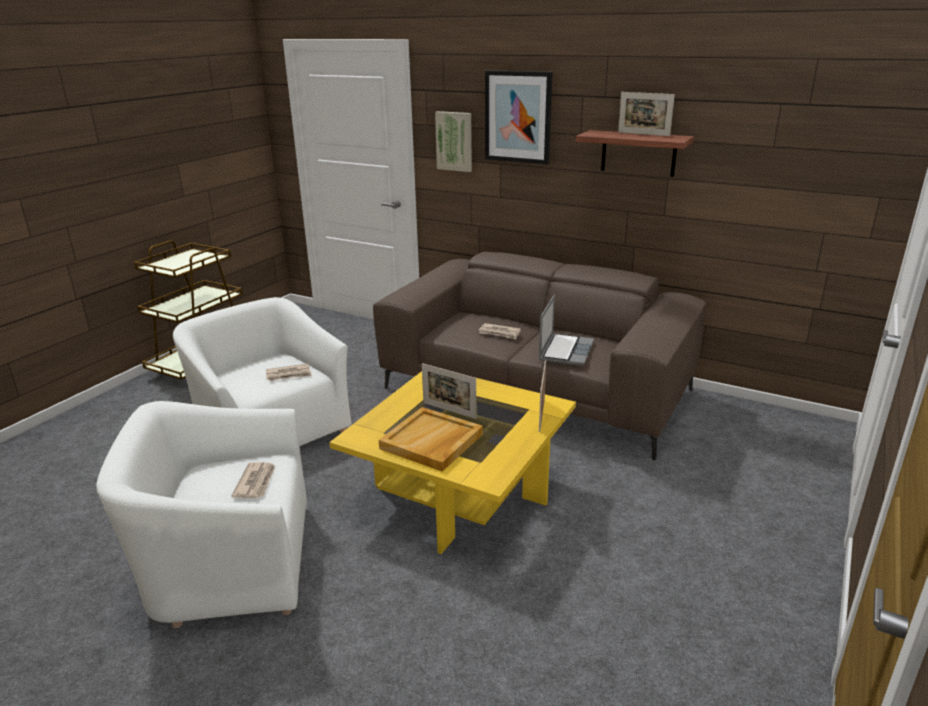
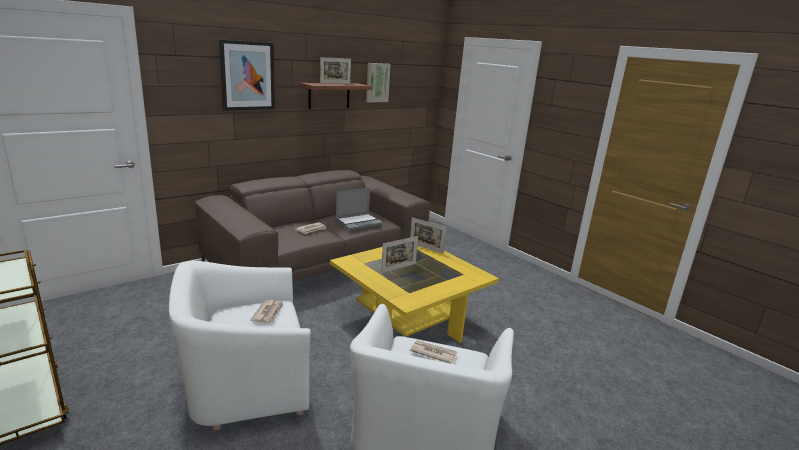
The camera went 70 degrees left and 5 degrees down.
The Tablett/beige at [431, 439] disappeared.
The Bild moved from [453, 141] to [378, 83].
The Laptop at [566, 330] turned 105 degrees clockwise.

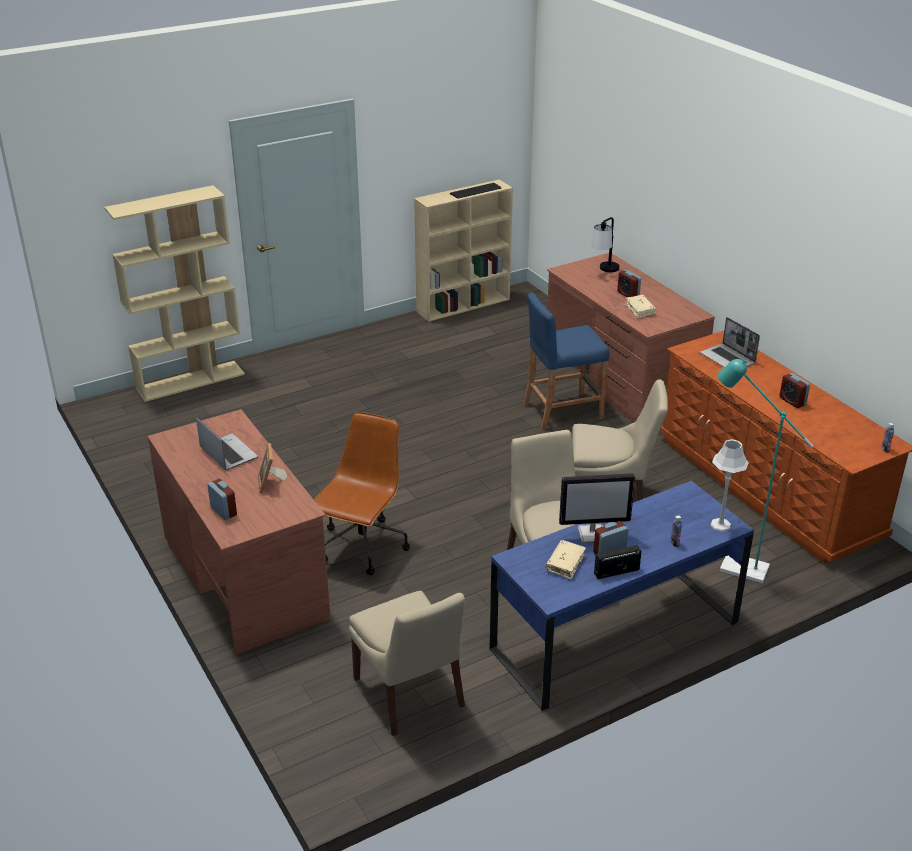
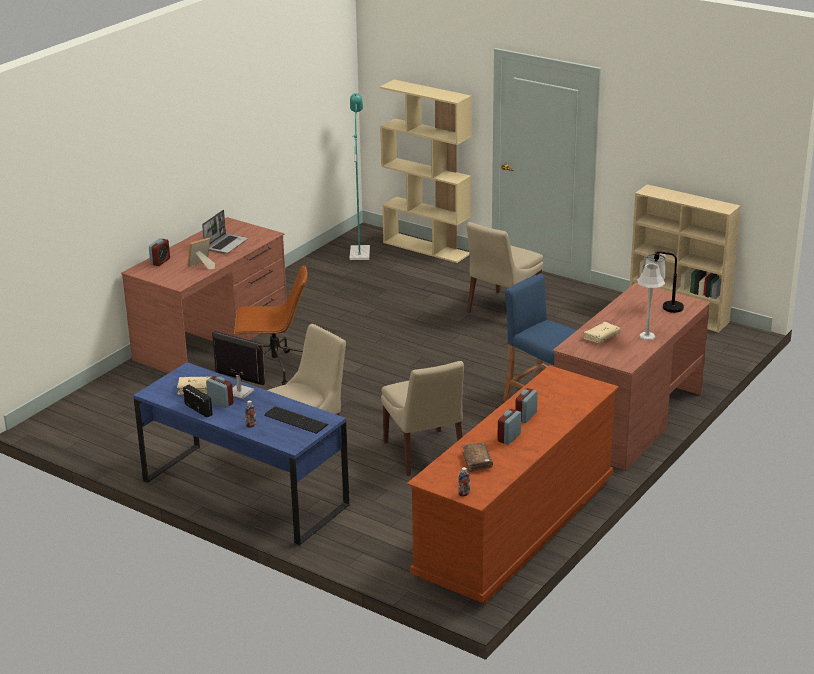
The camera went 65 degrees right and 5 degrees down.
The Laptop at [730, 342] disappeared.
The Buch/braun at [477, 457] appeared.
The Stuhl/beige moved from [407, 663] to [504, 267].
The Tastatur moved from [475, 191] to [296, 420].
The Wecker moved from [629, 283] to [526, 405].
The Tischlampe/grau moved from [729, 485] to [651, 301].
The Stehlampe/türkis moved from [765, 471] to [360, 176].
The Monitor at [597, 508] turned 150 degrees clockwise.

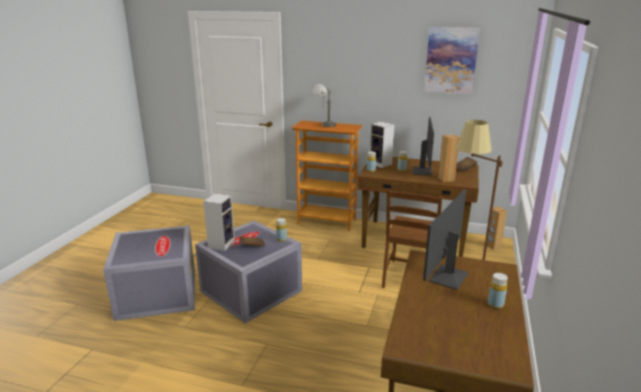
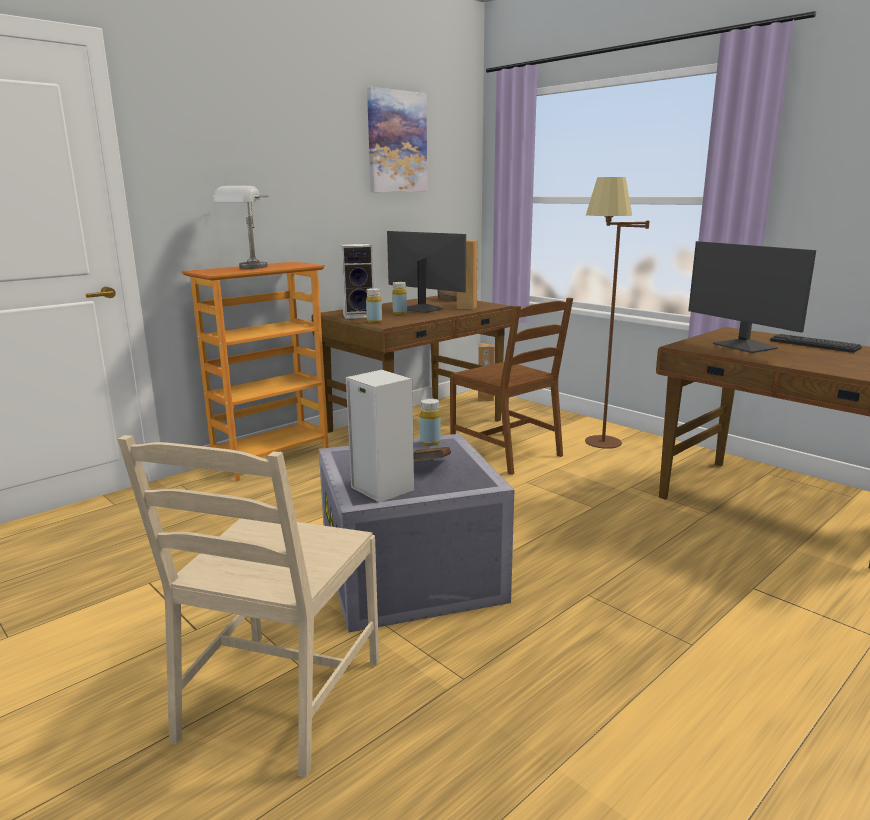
The camera went 60 degrees left and 5 degrees down.
The Aufbewahrungsbox/grau at [149, 273] was replaced by the Stuhl/beige at [248, 606].
The Flasche/gelb at [498, 291] was replaced by the Tastatur at [816, 343].

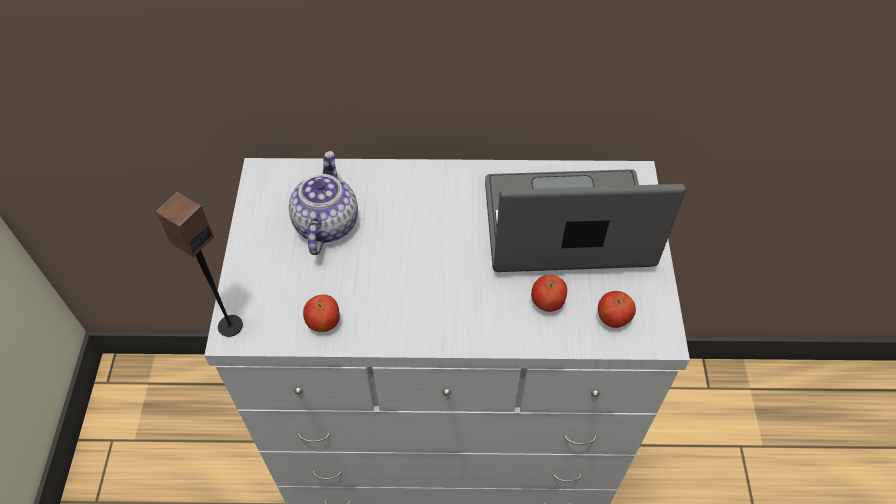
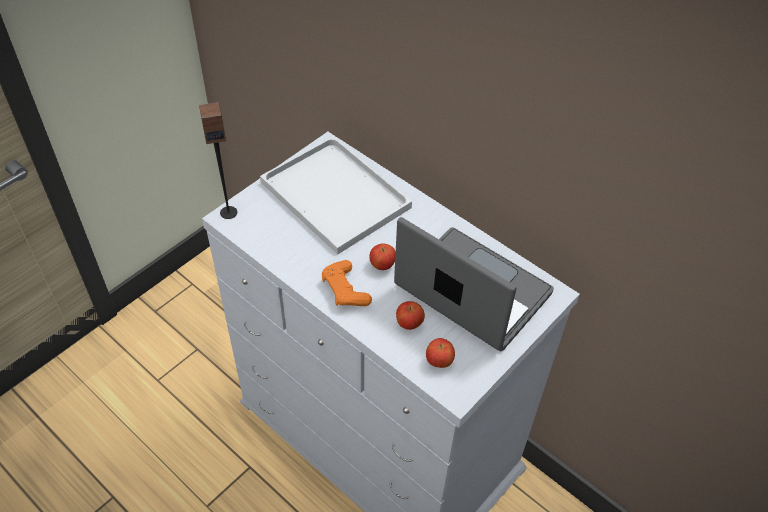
The camera went 40 degrees right and 5 degrees down.
The Gamepad/orange at [347, 283] appeared.
The Apfel moved from [321, 313] to [382, 256].
The Teekanne at [323, 203] was replaced by the Tablett/weiß at [336, 195].

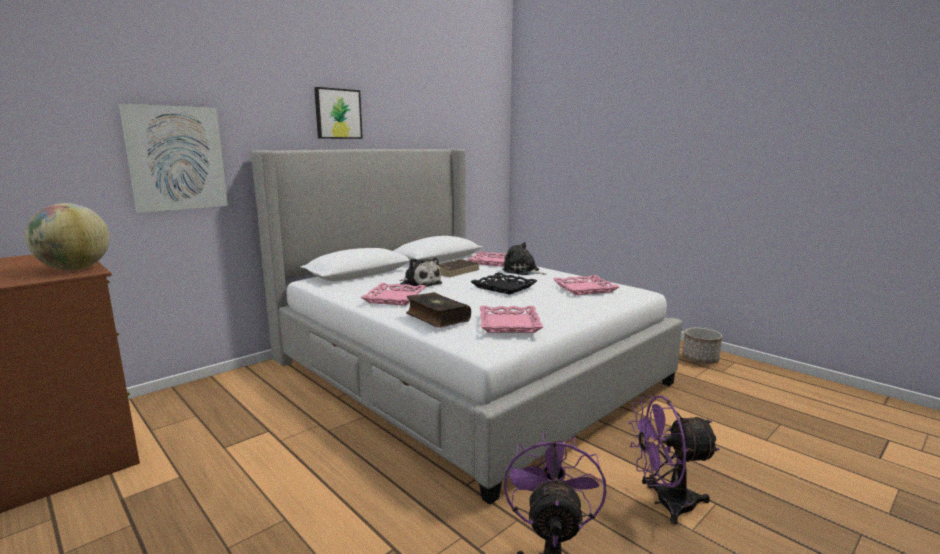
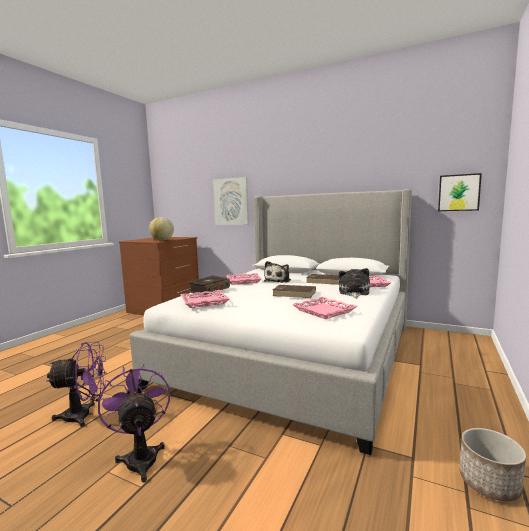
The camera went 70 degrees right and 5 degrees down.
The Bild moved from [338, 113] to [460, 192].
The Tablett/schwarz at [504, 283] was replaced by the Buch/braun at [294, 291].

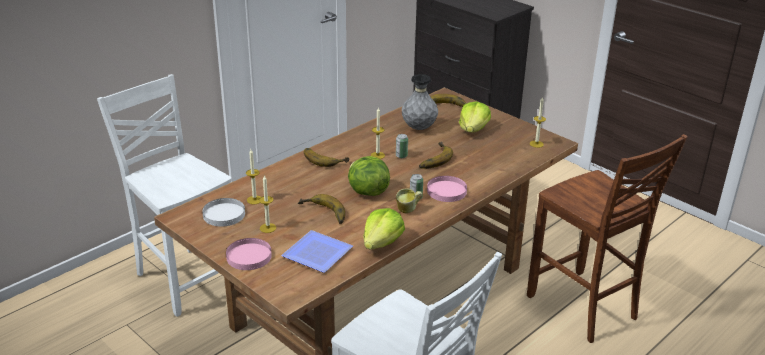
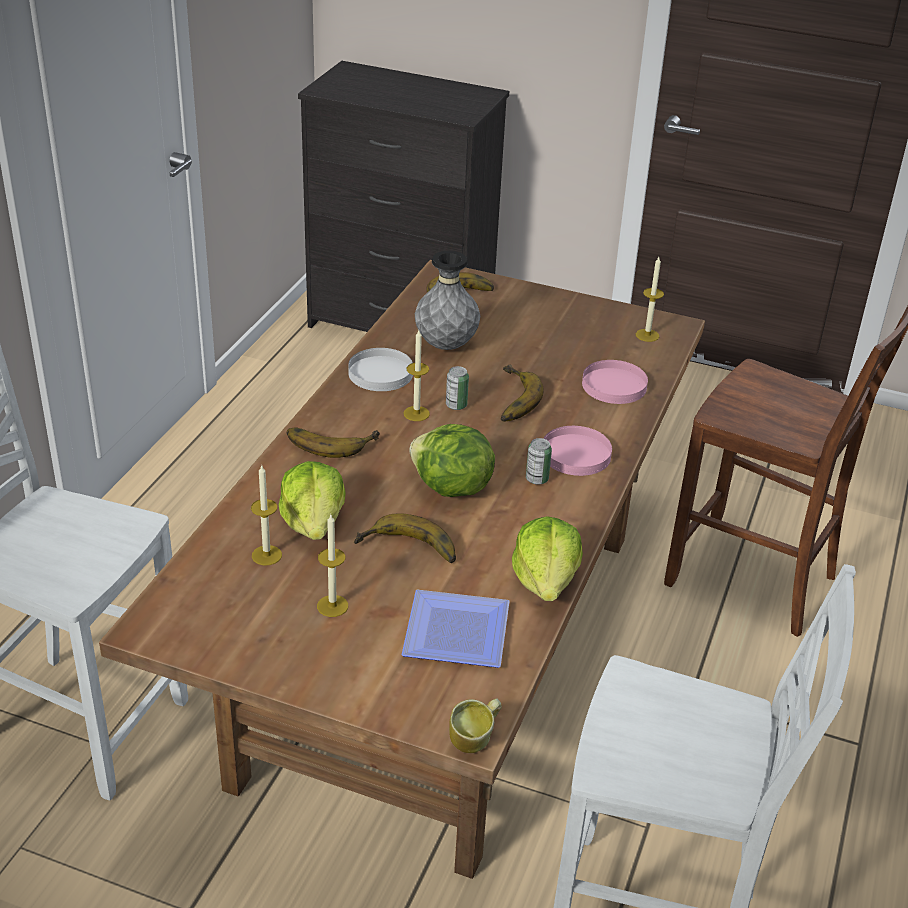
The camera went 25 degrees left and 5 degrees up.
The Teller/weiß moved from [223, 212] to [380, 369].
The Teller/rosa moved from [249, 254] to [615, 382].
The Henkelbecher moved from [409, 200] to [475, 725].
The Salatkopf moved from [475, 117] to [312, 500].

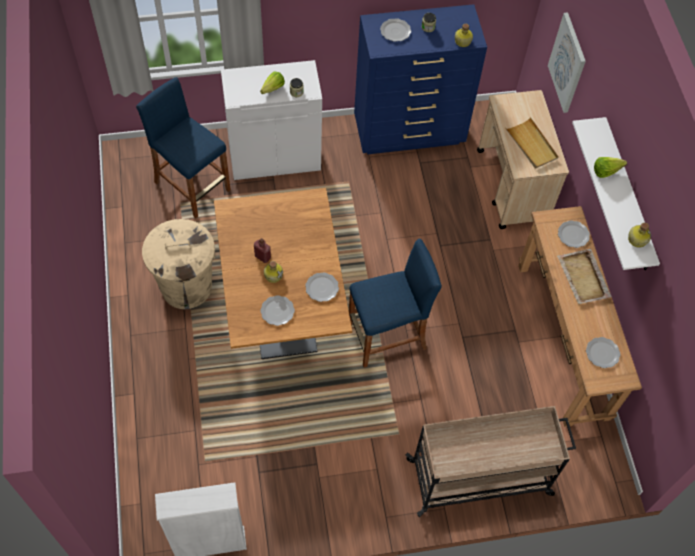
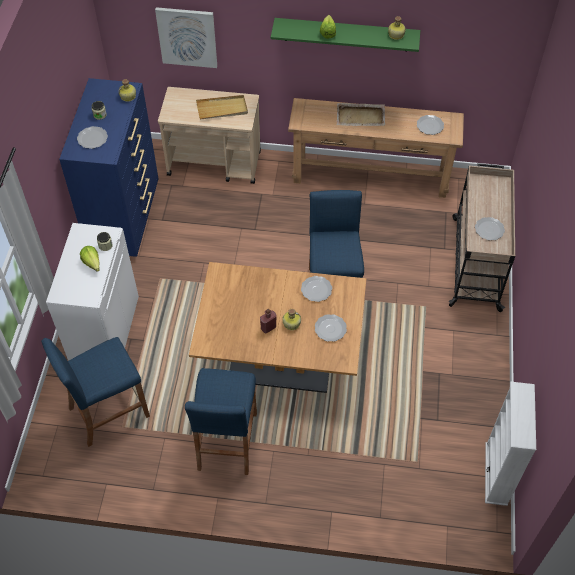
The camera went 70 degrees left and 5 degrees down.
The Teller moved from [574, 234] to [490, 228].
The Mülleimer/beige at [178, 264] was replaced by the Hocker/blau at [221, 421].
The Wandregal/weiß at [616, 193] became the Wandregal/grün at [345, 35].

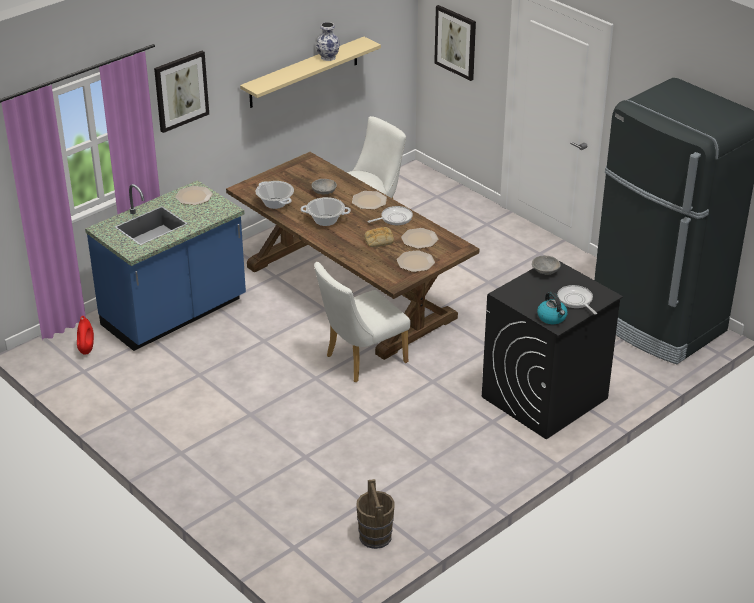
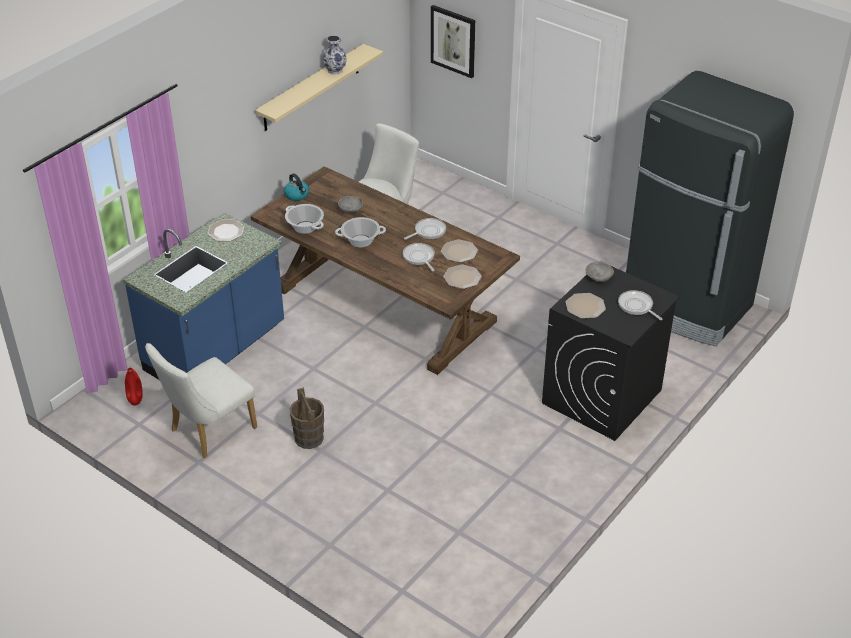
The camera went 10 degrees left and 5 degrees up.
The Bild at [181, 92] disappeared.
The Stuhl/weiß moved from [362, 322] to [201, 400].
The Teller moved from [369, 200] to [586, 305].
The Eimer/braun moved from [375, 514] to [307, 418].
The Wasserkessel moved from [552, 308] to [296, 187].
The Brot at [379, 237] was replaced by the Pfanne at [419, 257].

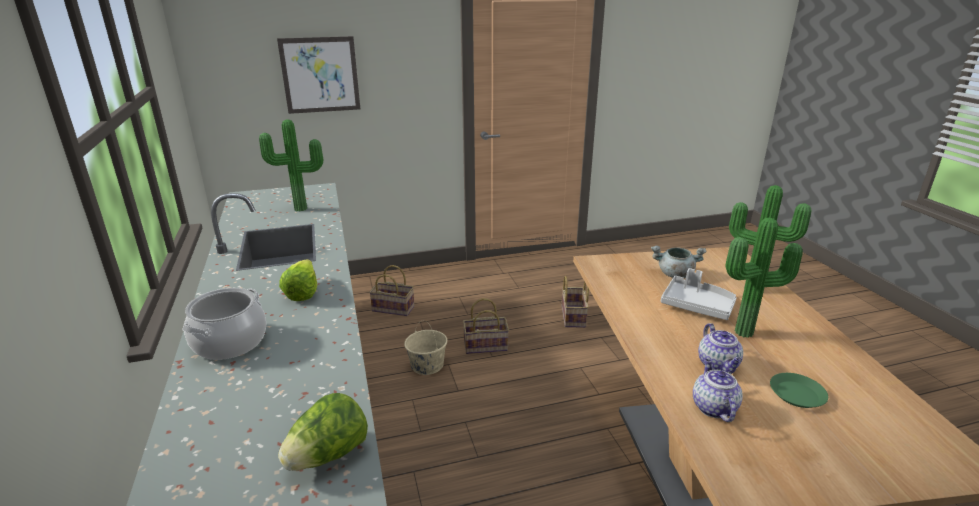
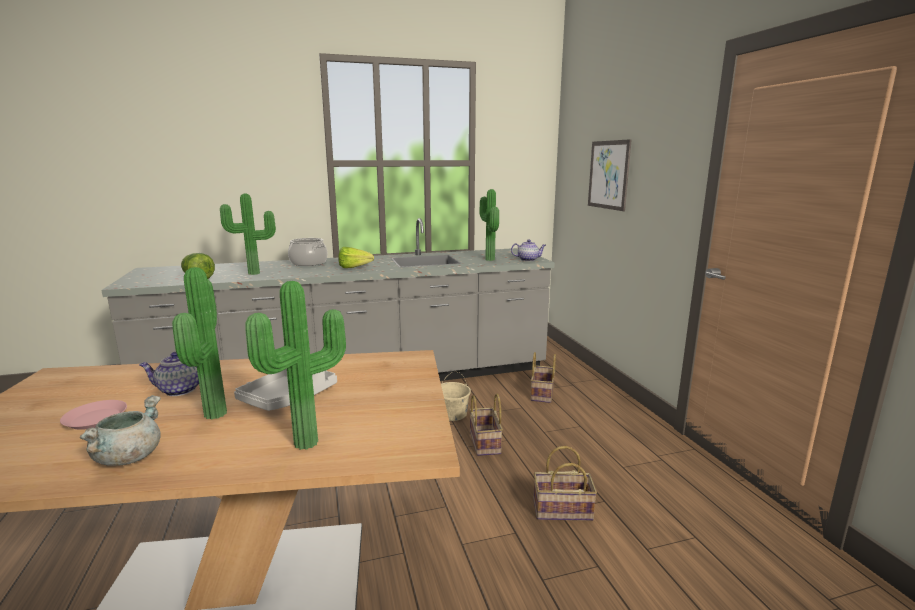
The camera went 90 degrees right and 10 degrees down.
The Topfpflanze at [248, 234] appeared.
The Kochtopf/grau moved from [679, 262] to [120, 430].
The Teekanne moved from [718, 390] to [528, 250].
The Teller/grün at [799, 390] became the Teller/rosa at [93, 415].

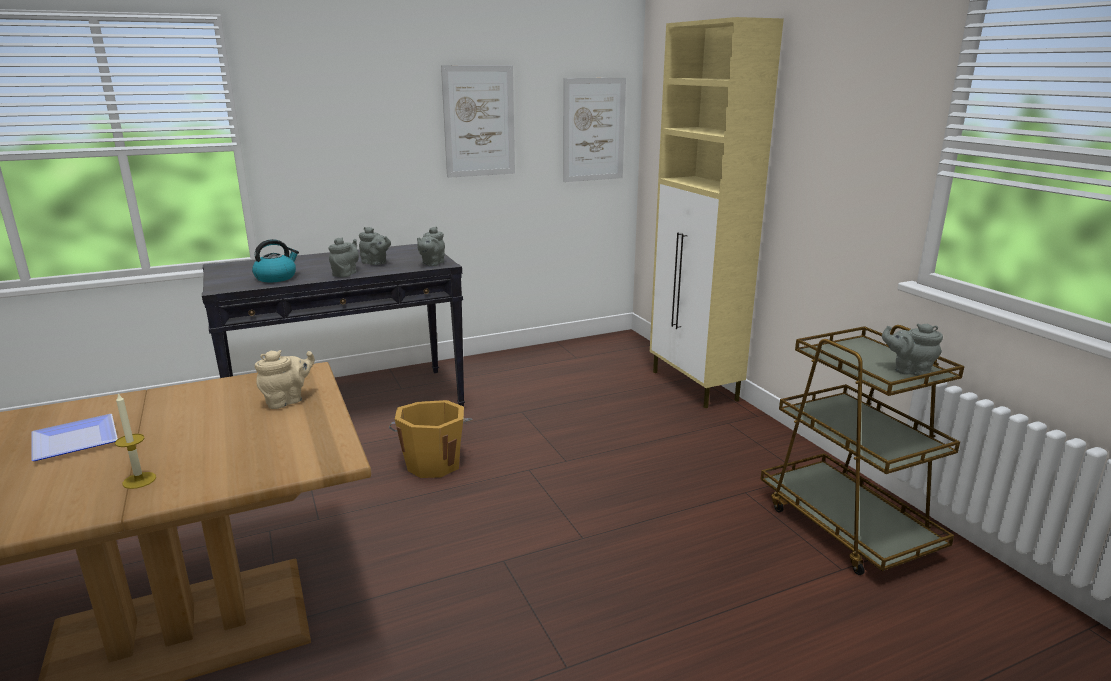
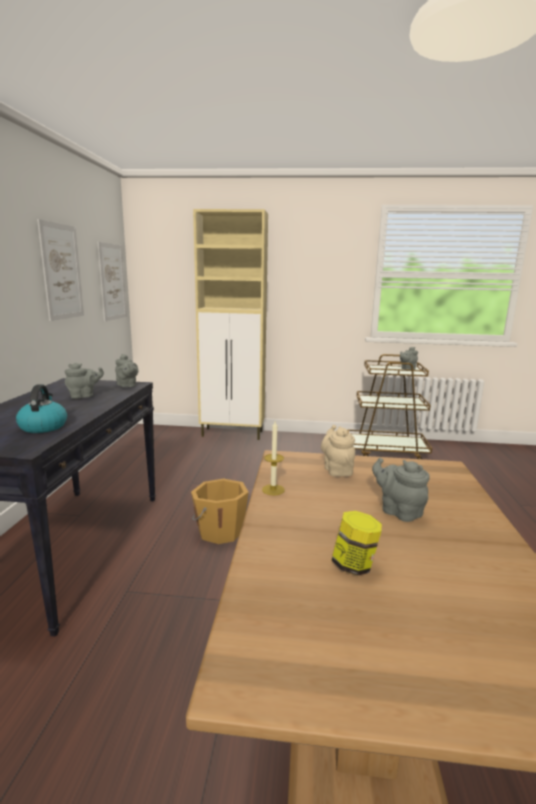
The camera went 60 degrees left and 5 degrees down.
The Kerze moved from [135, 441] to [273, 458].
The Teekanne/grau moved from [343, 257] to [401, 490].
The Teller at [74, 437] was replaced by the Vorratsglas at [356, 543].

